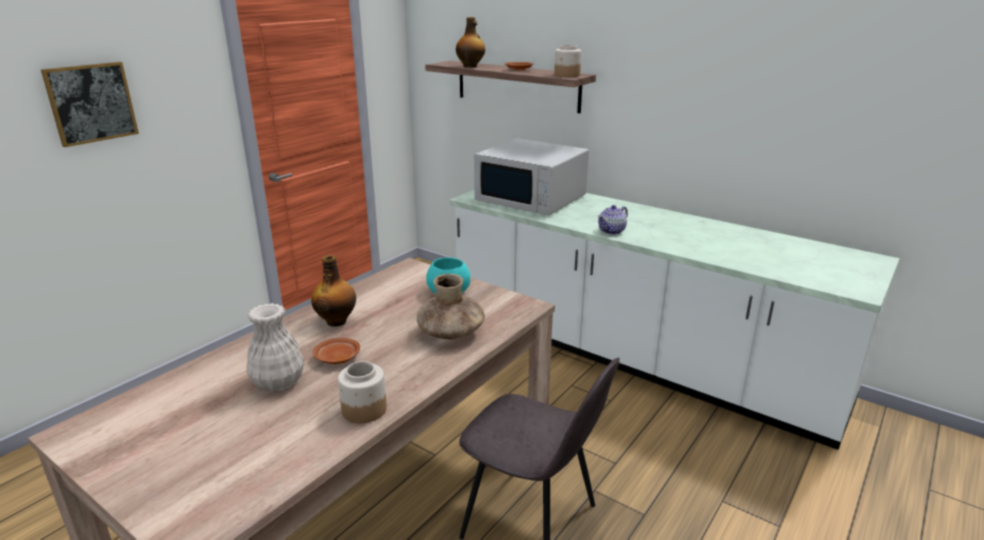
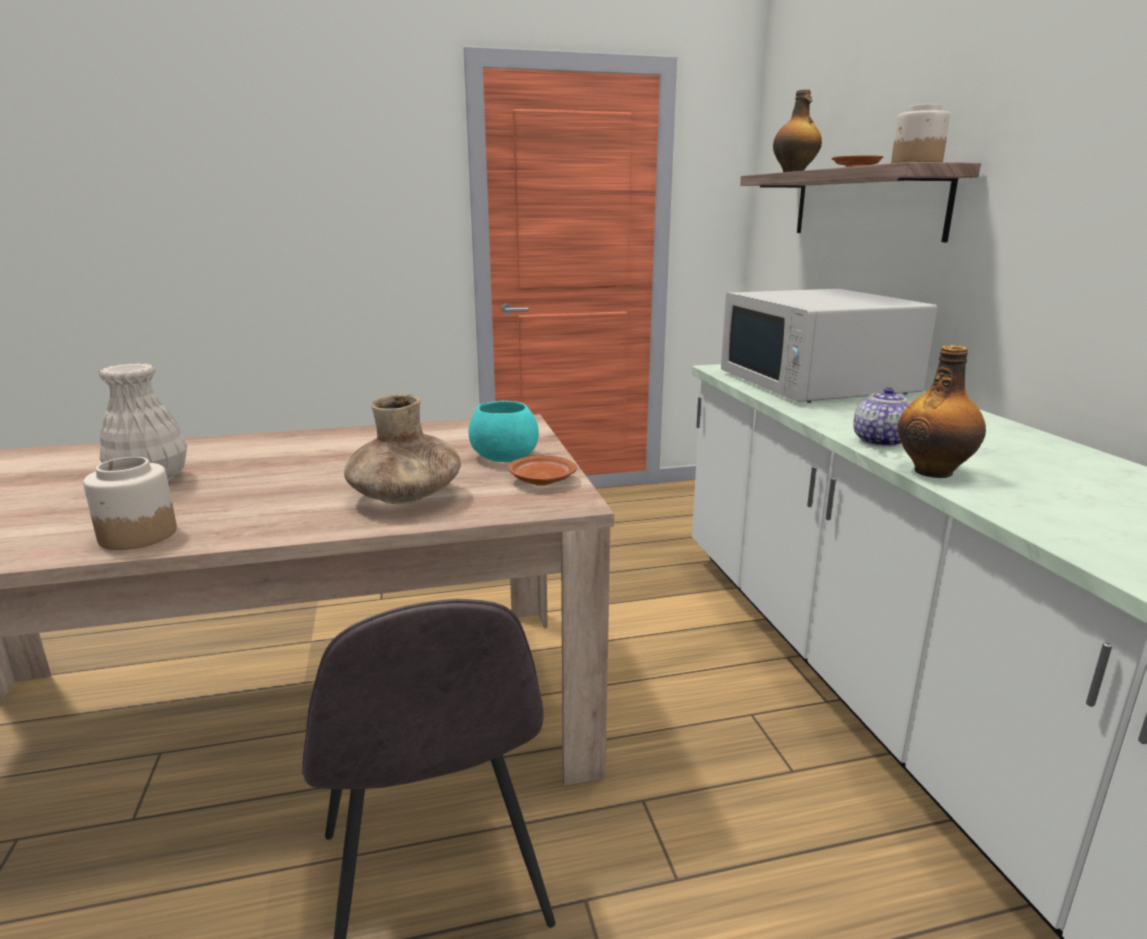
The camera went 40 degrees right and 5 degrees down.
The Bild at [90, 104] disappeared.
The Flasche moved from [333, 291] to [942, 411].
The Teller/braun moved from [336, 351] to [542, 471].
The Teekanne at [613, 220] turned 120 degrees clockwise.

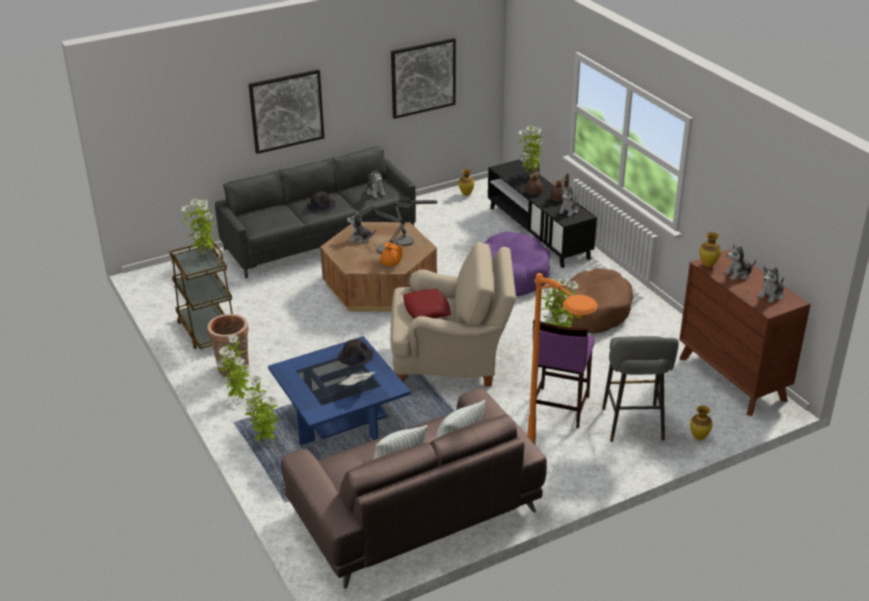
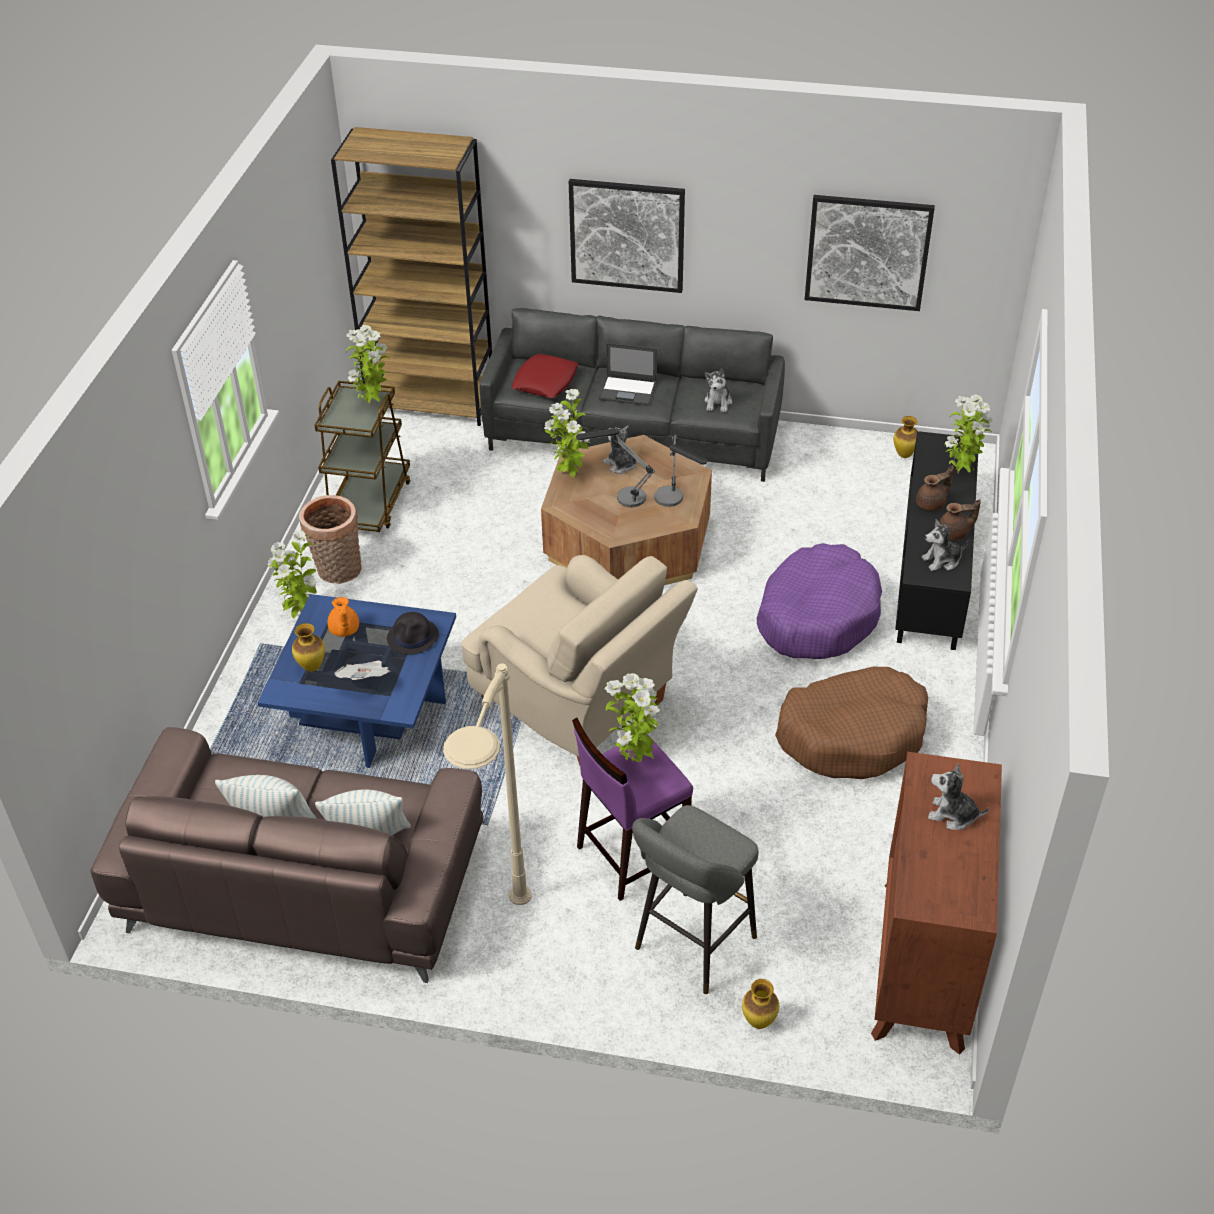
The camera went 40 degrees right and 10 degrees up.
The Plüschtier at [771, 284] disappeared.
The Bücherregal/braun at [411, 276] appeared.
The Topfpflanze moved from [261, 409] to [567, 433].
The Teekanne/orange moved from [391, 254] to [343, 617].
The Kissen/rot moved from [427, 304] to [544, 376].
The Vase moved from [710, 249] to [308, 647].
The Hut/schwarz at [321, 201] was replaced by the Laptop at [628, 374].
The Stehlampe/orange at [562, 358] became the Stehlampe/beige at [487, 784].

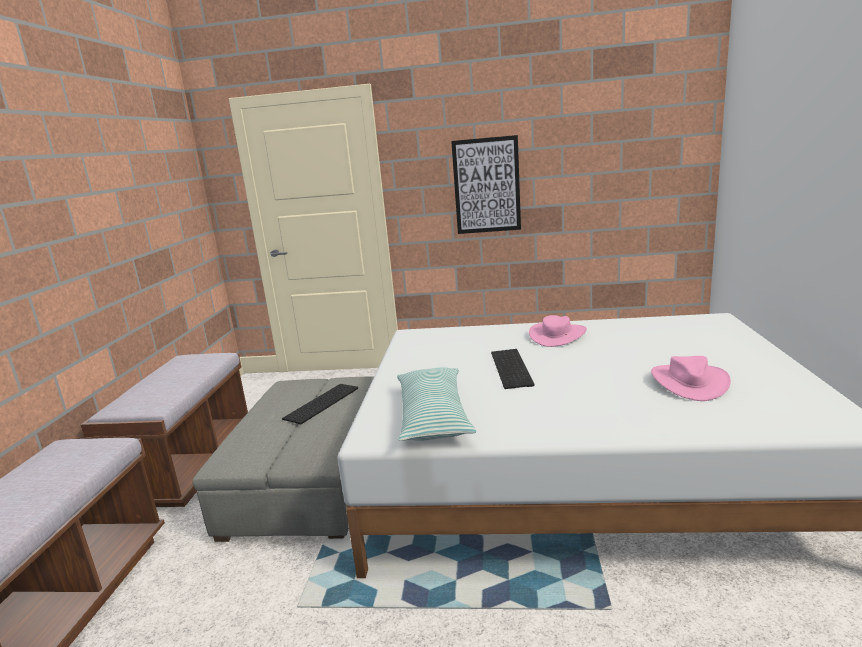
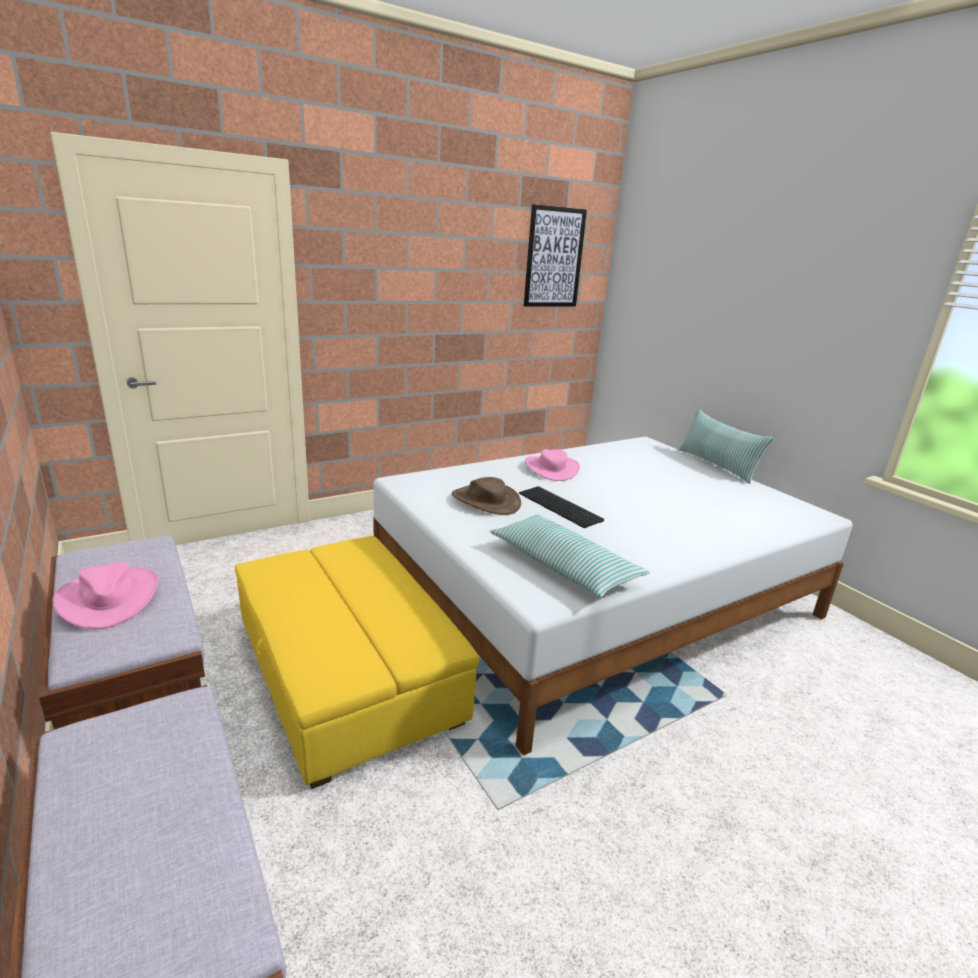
The camera went 40 degrees left and 5 degrees up.
The Tastatur at [320, 404] disappeared.
The Hut/braun at [486, 496] appeared.
The Kissen at [726, 446] appeared.
The Bild moved from [486, 184] to [555, 255].
The Hut/rosa moved from [691, 378] to [105, 595].
The Polsterhocker/grau at [283, 459] became the Polsterhocker/gelb at [357, 662].

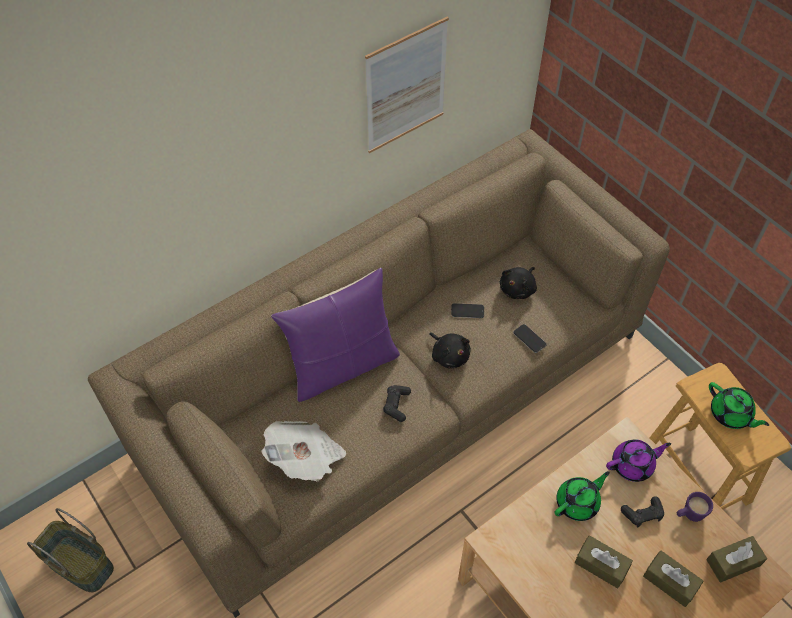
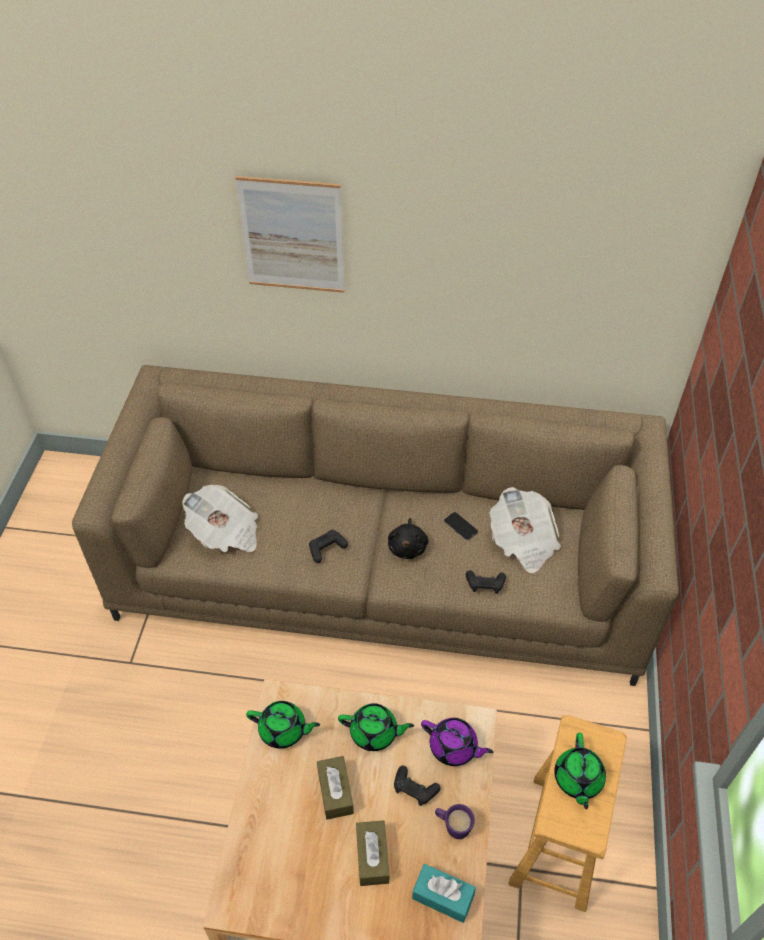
The camera went 45 degrees right and 5 degrees down.
The Korb at [70, 550] disappeared.
The Kissen/lila at [335, 335] disappeared.
The Teekanne/grün at [283, 725] appeared.
The Bild moved from [407, 85] to [289, 234].
The Plüschtier/schwarz at [518, 283] was replaced by the Zeitung at [525, 530].
The Handy at [530, 338] was replaced by the Gamepad/schwarz at [486, 582].
The Taschentuchbox/braun at [736, 559] became the Taschentuchbox/türkis at [444, 893].

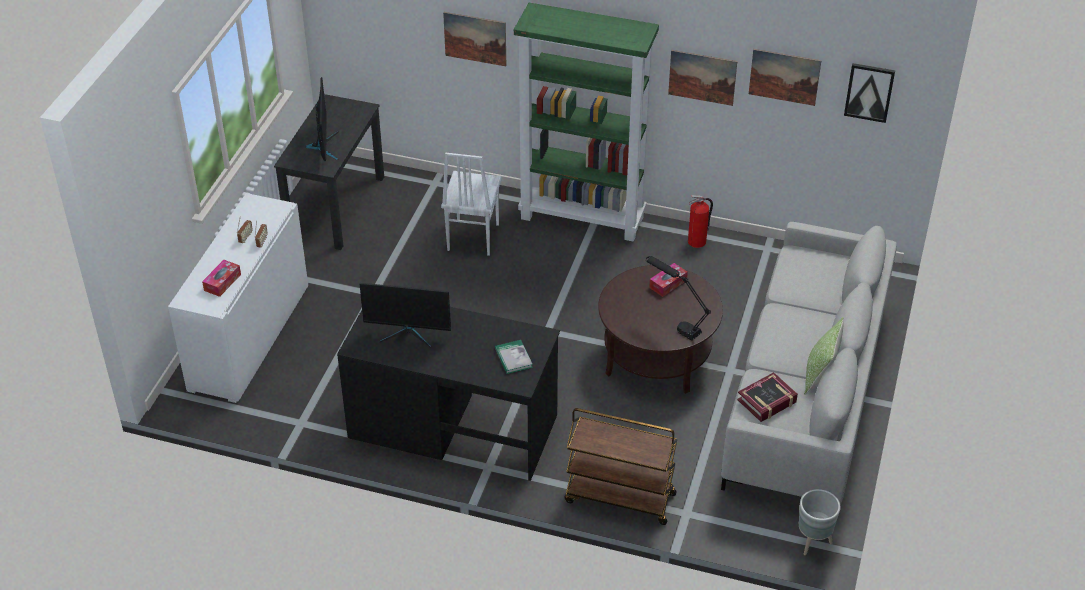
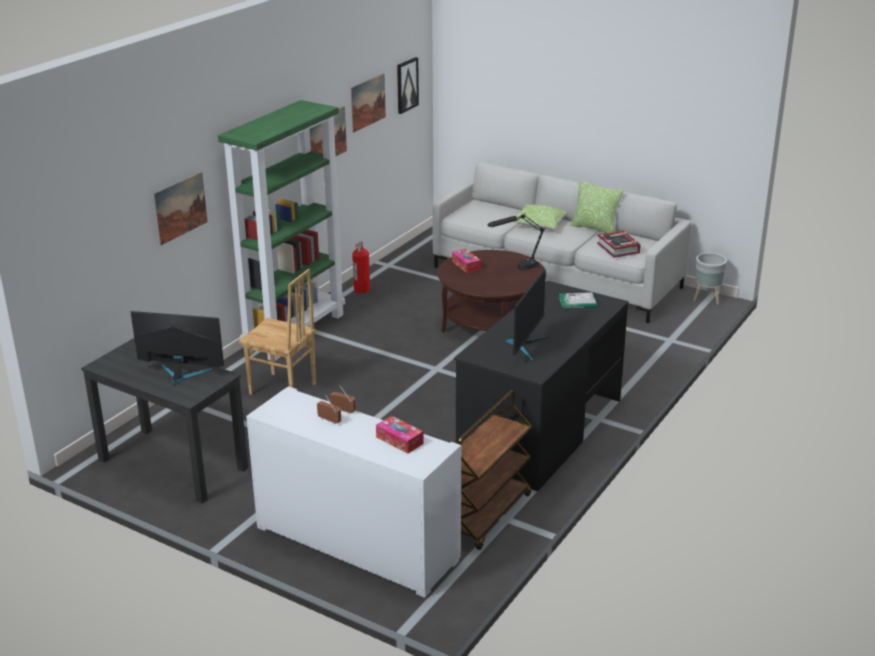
The camera went 75 degrees left and 15 degrees down.
The Kissen at [541, 216] appeared.
The Rollwagen/braun moved from [621, 466] to [495, 470].
The Stuhl/weiß at [471, 204] became the Stuhl/braun at [277, 332].

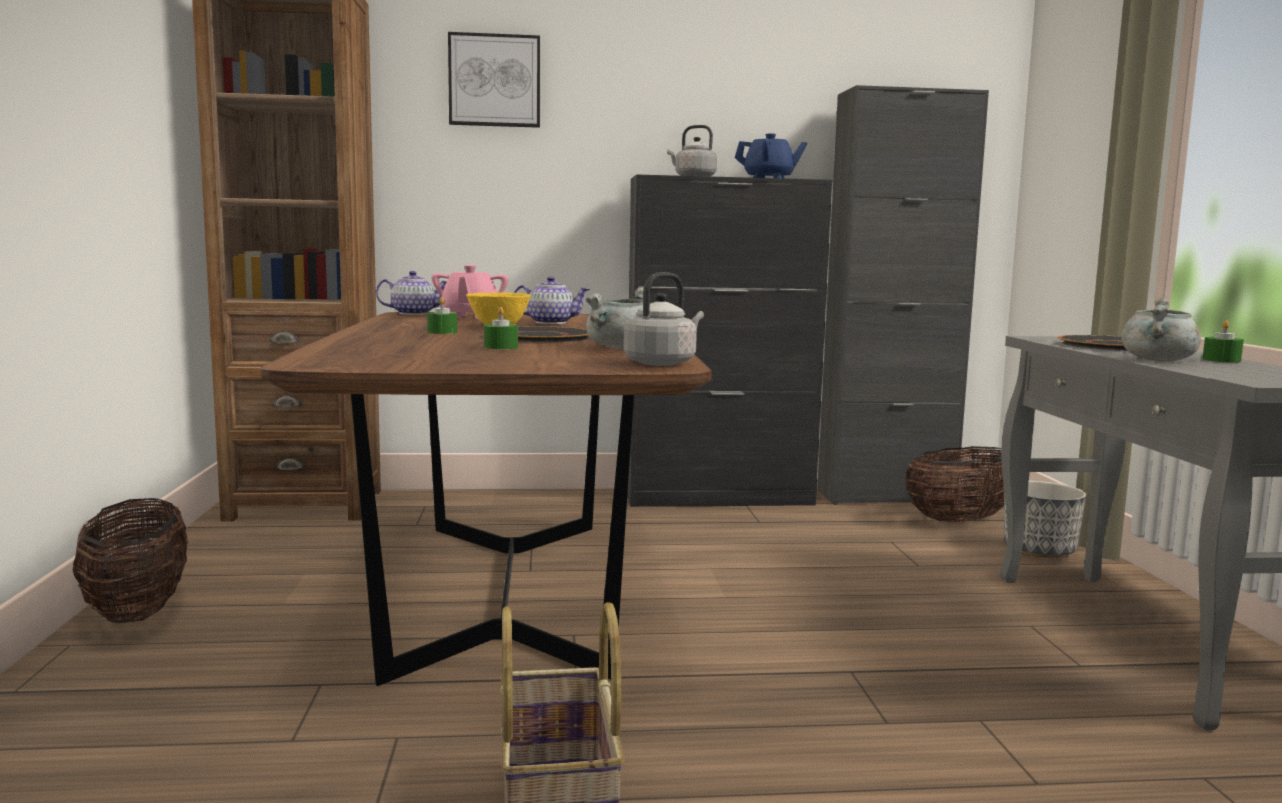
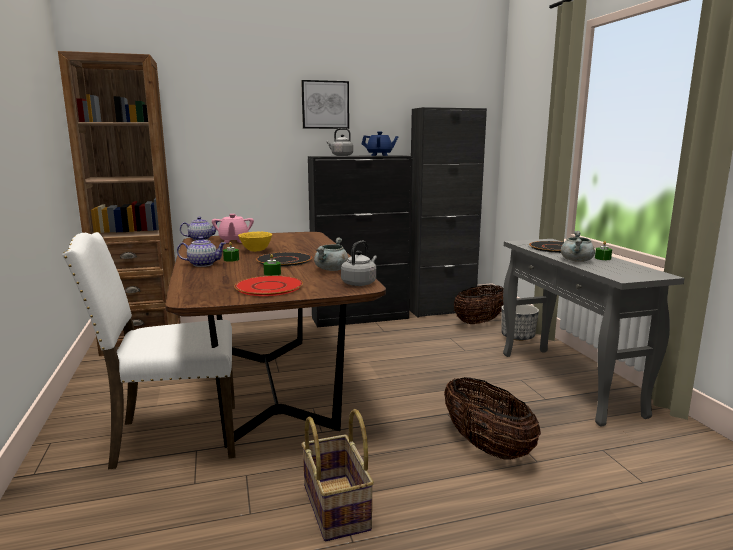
The camera went 10 degrees left and 5 degrees up.
The Stuhl/weiß at [148, 351] appeared.
The Teller/rot at [268, 286] appeared.
The Korb moved from [130, 560] to [492, 418].
The Bild moved from [494, 80] to [325, 104].
The Teekanne moved from [552, 300] to [201, 252].

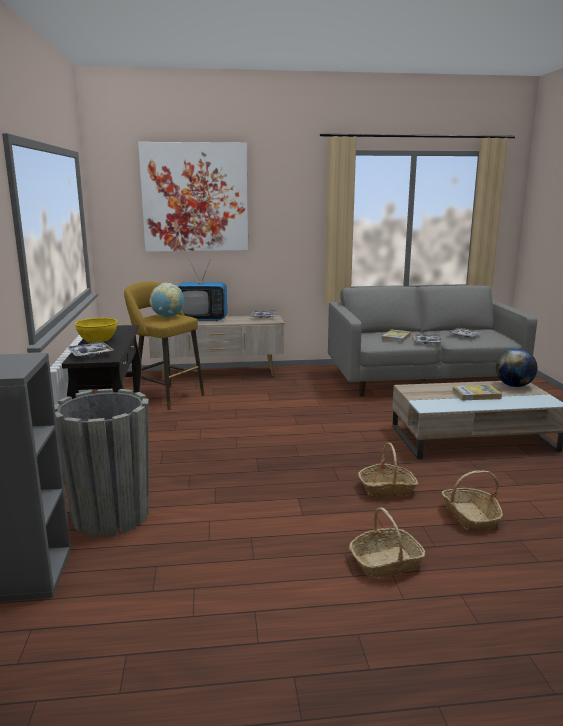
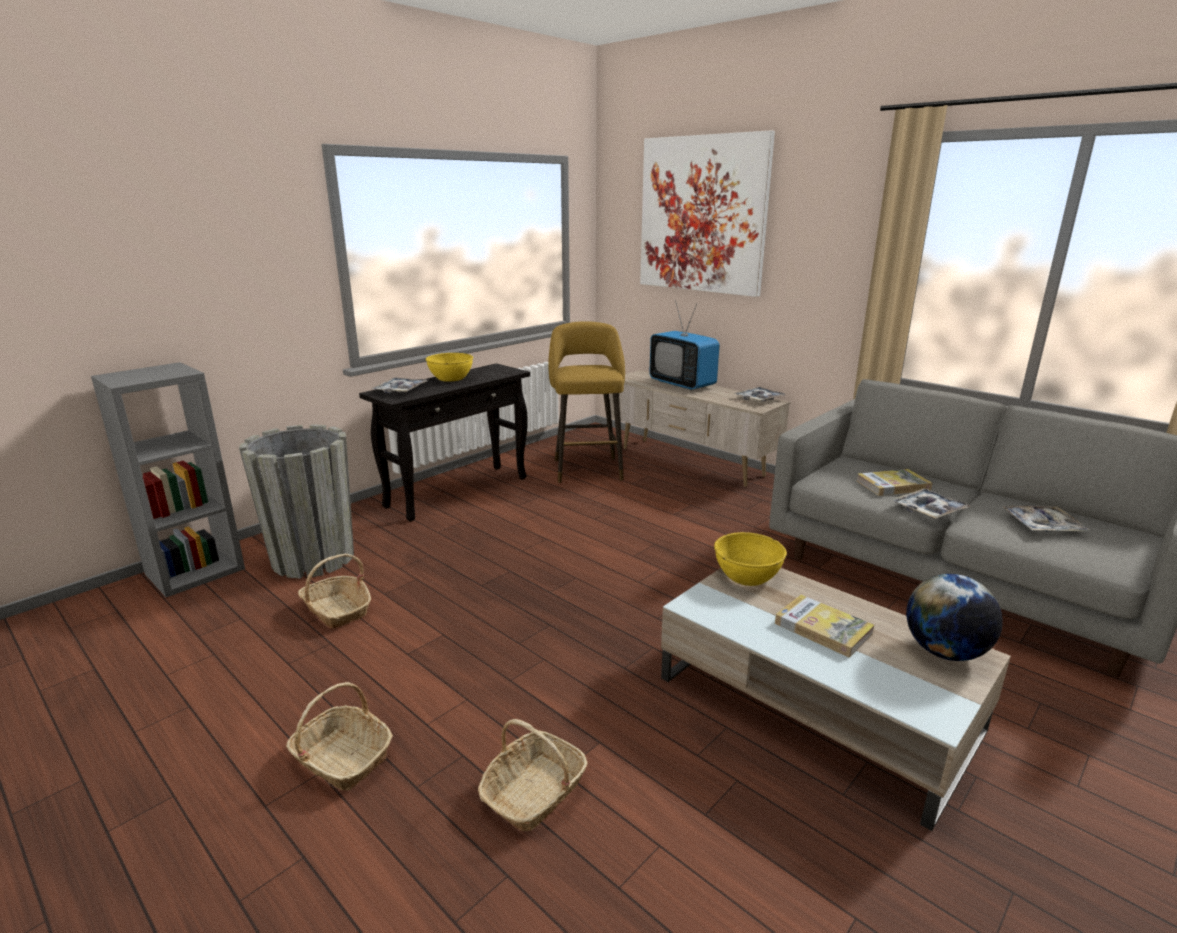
The camera went 50 degrees right and 5 degrees up.
The Globus at [166, 300] disappeared.
The Schüssel/gelb at [750, 559] appeared.
The Korb moved from [388, 470] to [334, 591].

